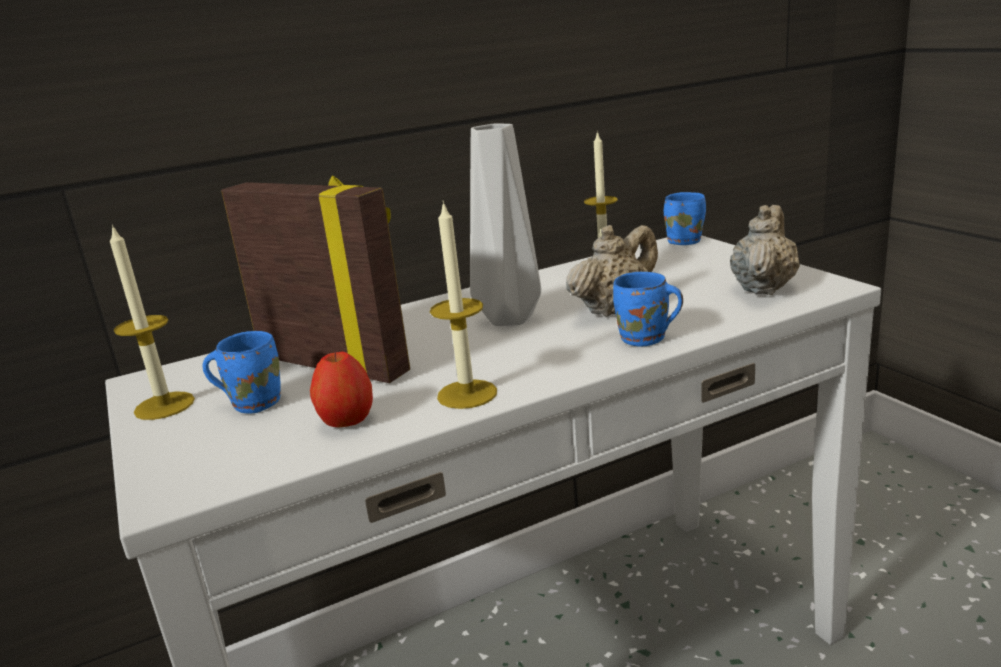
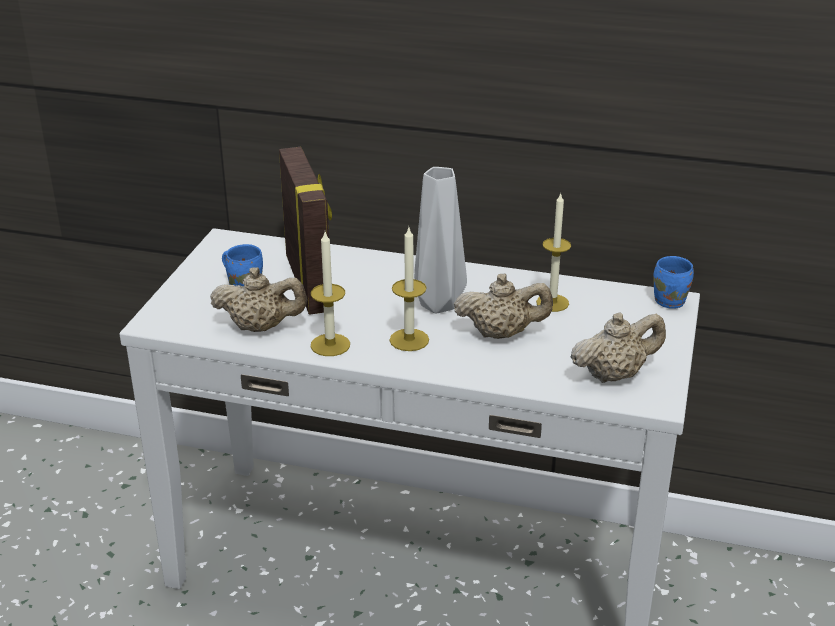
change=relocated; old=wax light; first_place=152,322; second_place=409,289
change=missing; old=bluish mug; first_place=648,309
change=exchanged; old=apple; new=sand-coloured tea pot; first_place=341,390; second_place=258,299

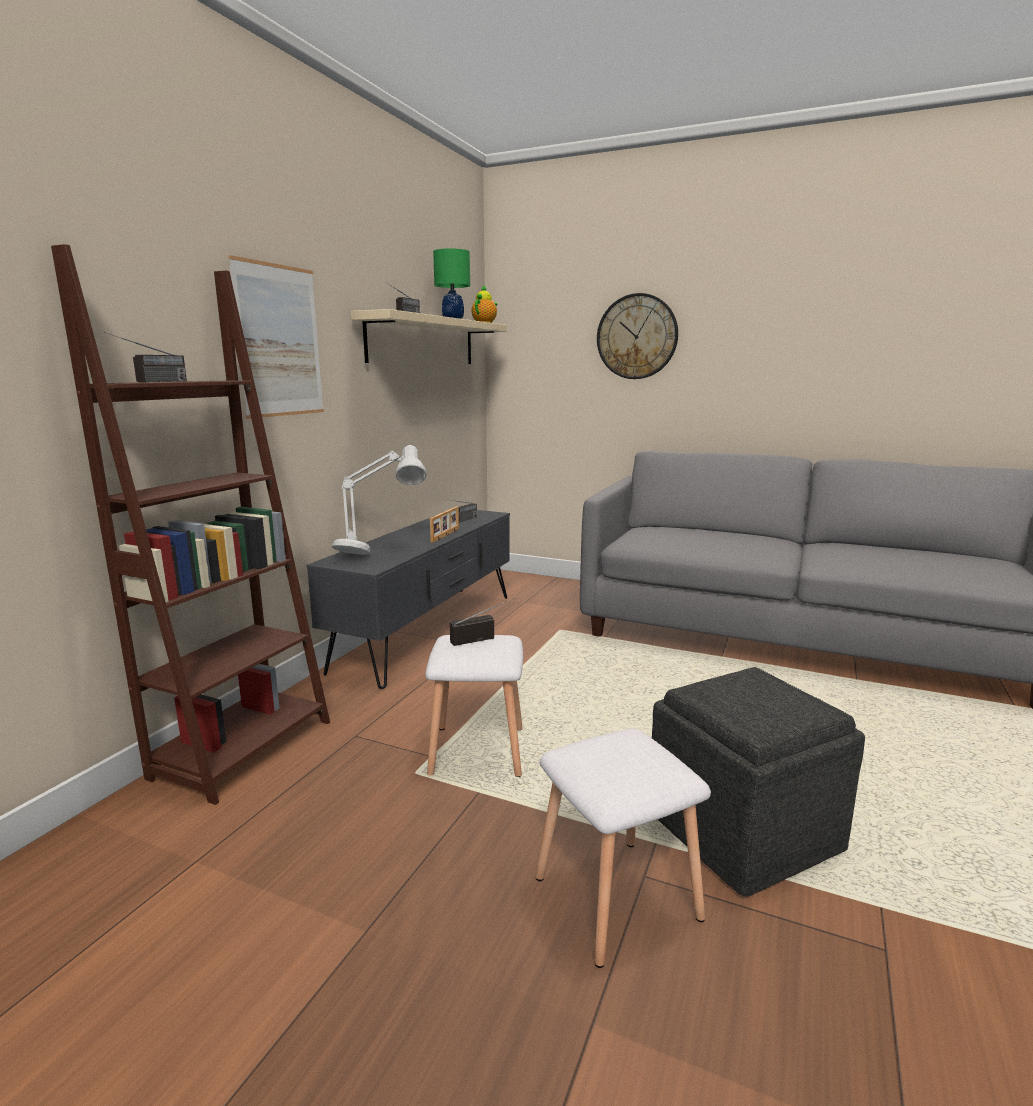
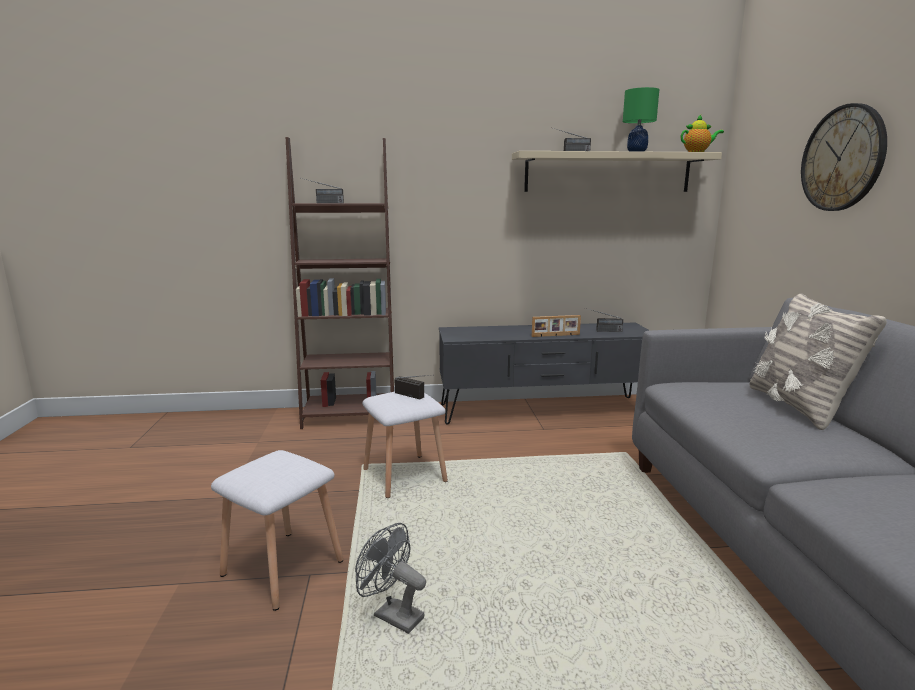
change=missing; old=picture; first_place=276,337
change=missing; old=gray tabletop lamp; first_place=379,500
change=exchanged; old=gray ottoman; new=gray cooling fan; first_place=758,781; second_place=390,578
change=appeared; new=sand-coloured pillow; second_place=818,361

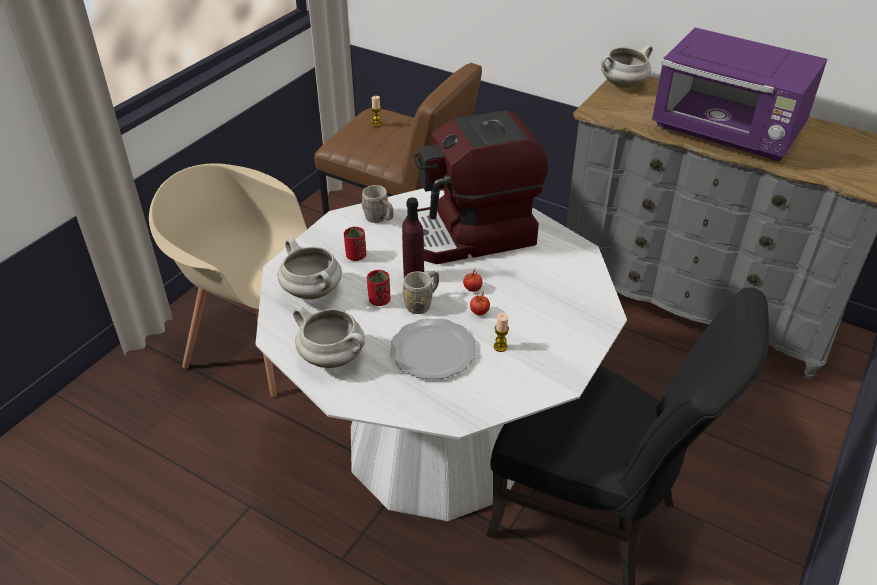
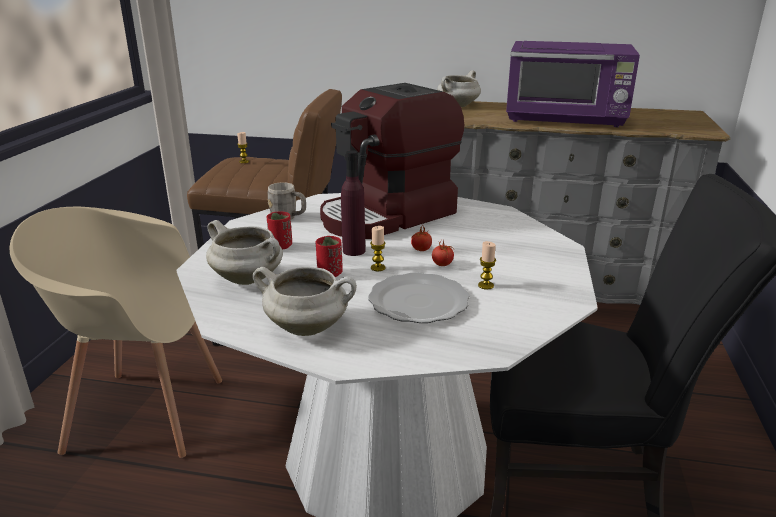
change=exchanged; old=gray mug; new=wax light; first_place=421,292; second_place=378,248

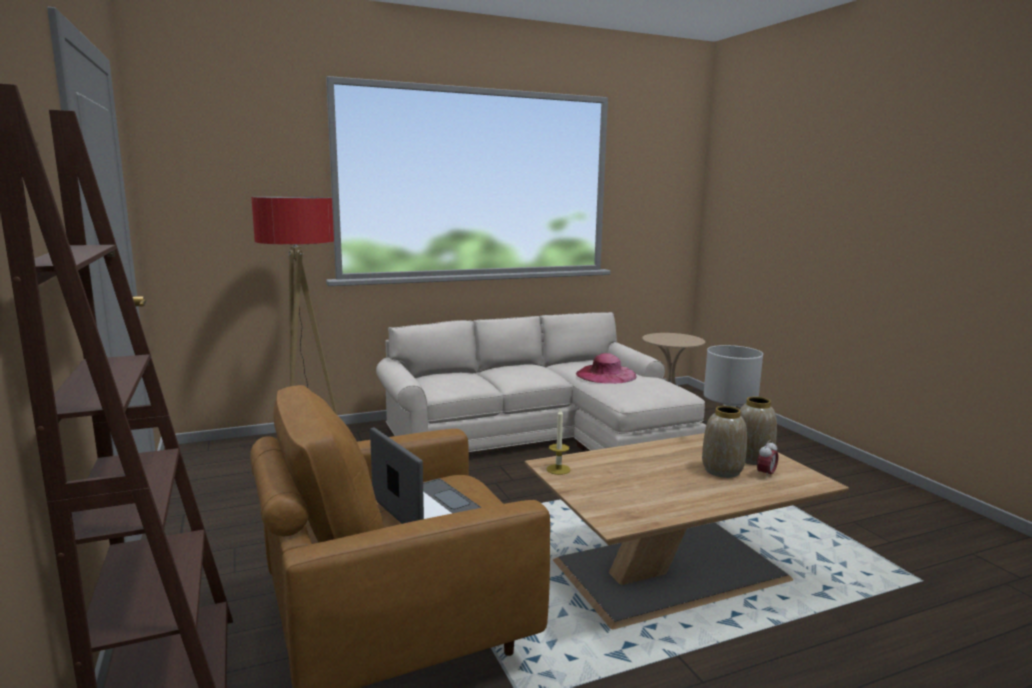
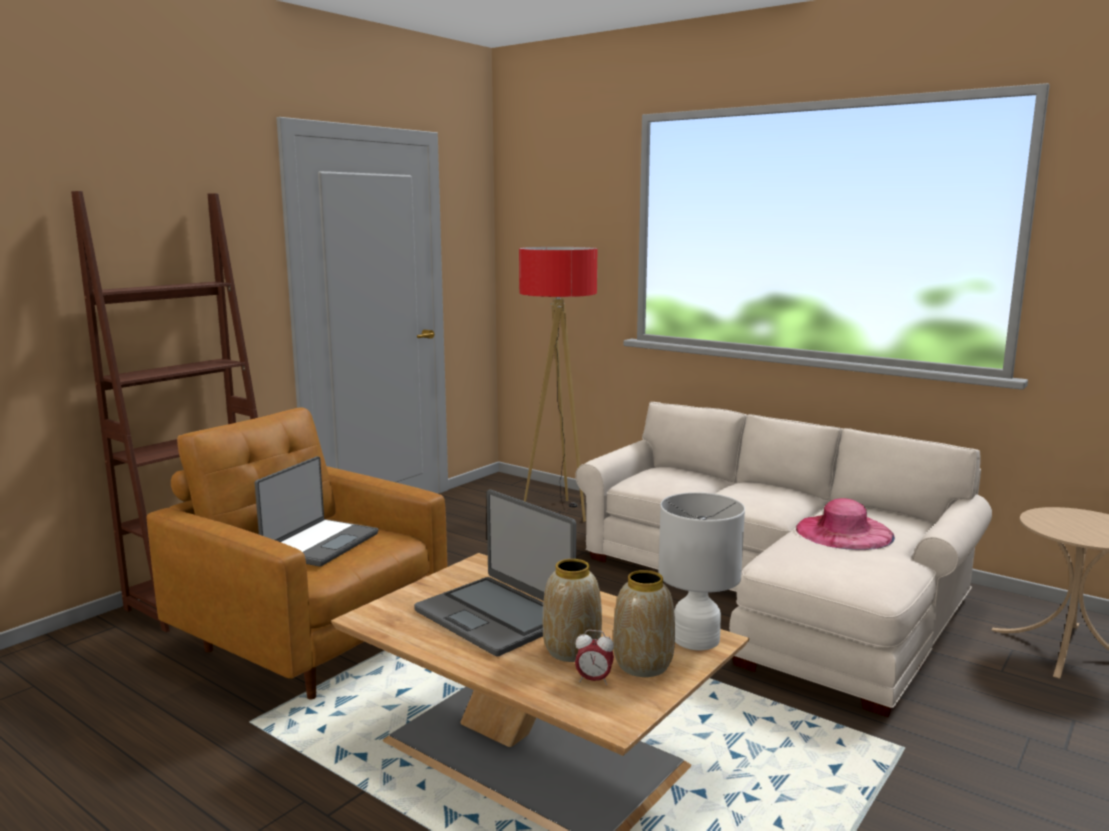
change=missing; old=wax light; first_place=558,441
change=appeared; new=portable computer; second_place=495,573

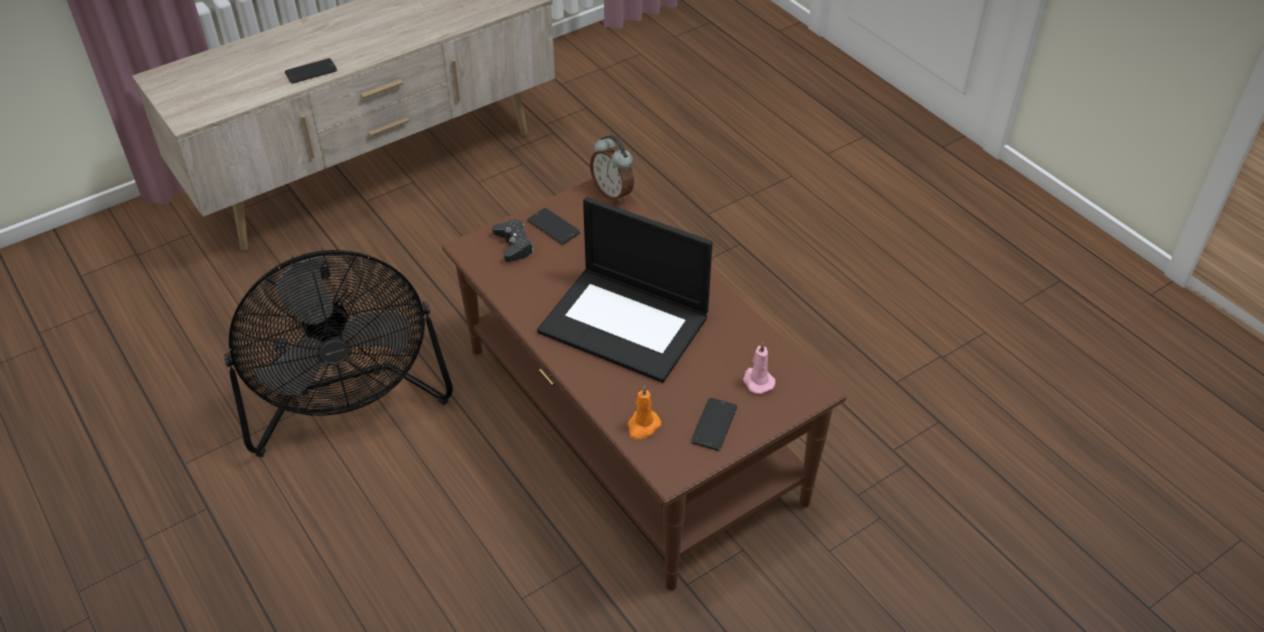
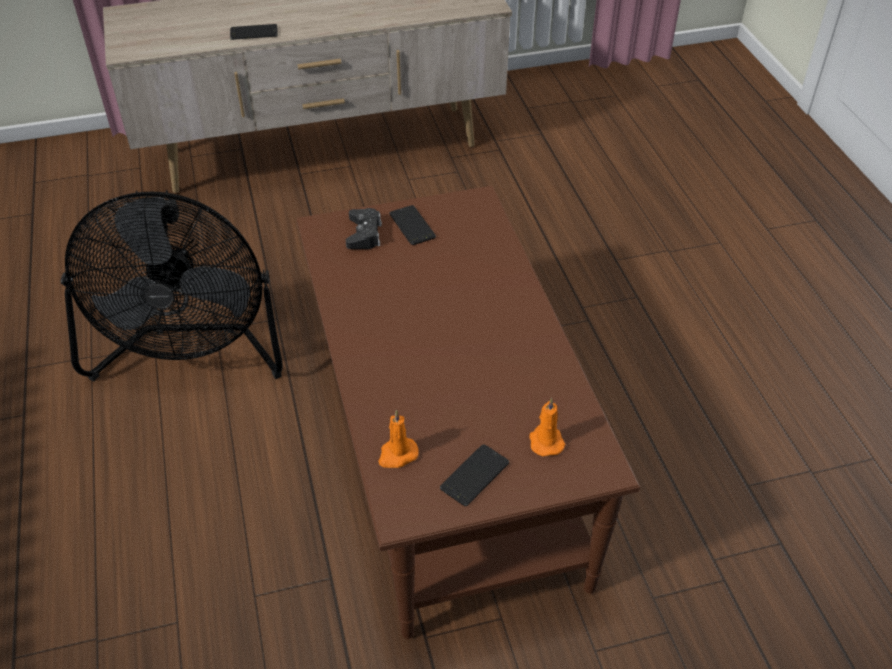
change=missing; old=bedside clock; first_place=612,169
change=missing; old=portable computer; first_place=625,290
change=colour; old=pink wax light; new=orange-coloured wax light; first_place=759,368; second_place=547,427

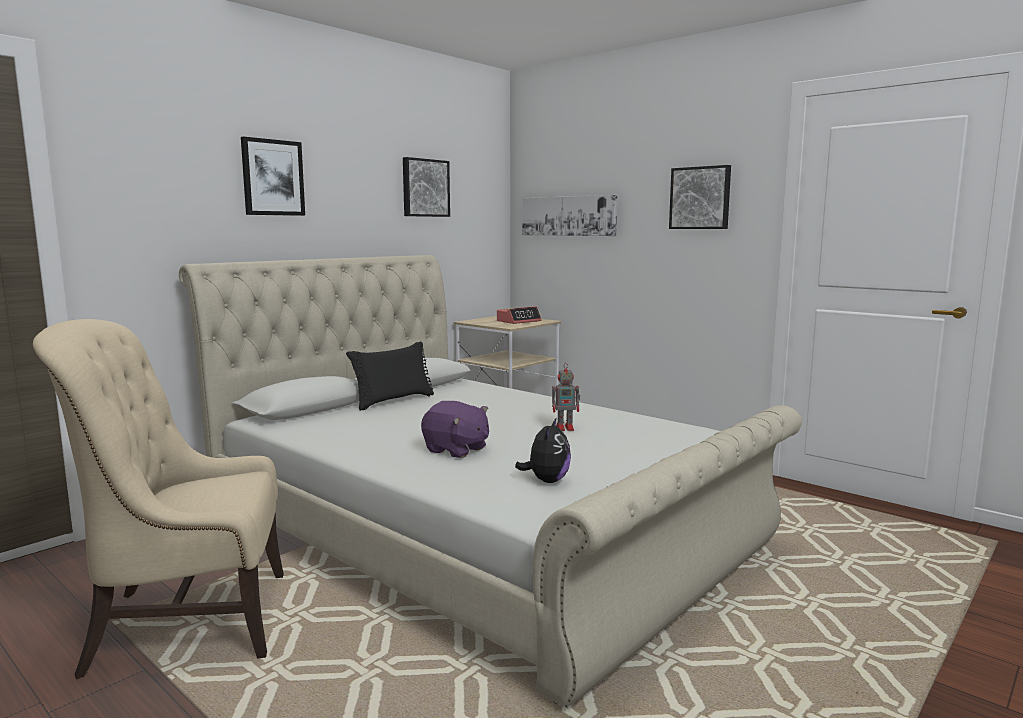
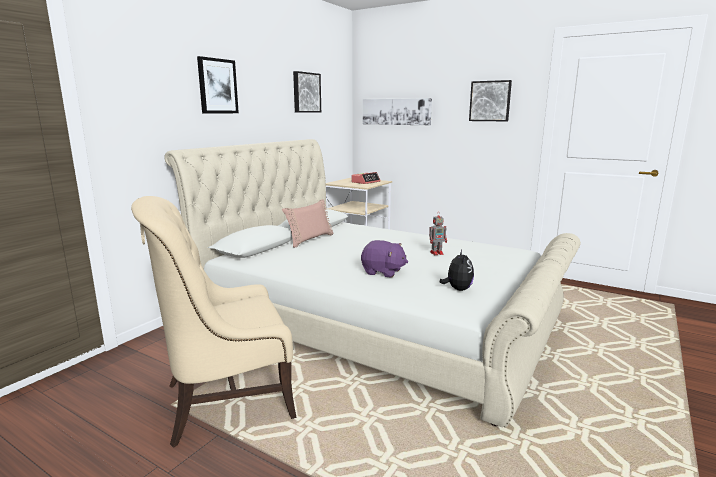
change=colour; old=black pillow; new=sand-coloured pillow; first_place=390,376; second_place=307,223

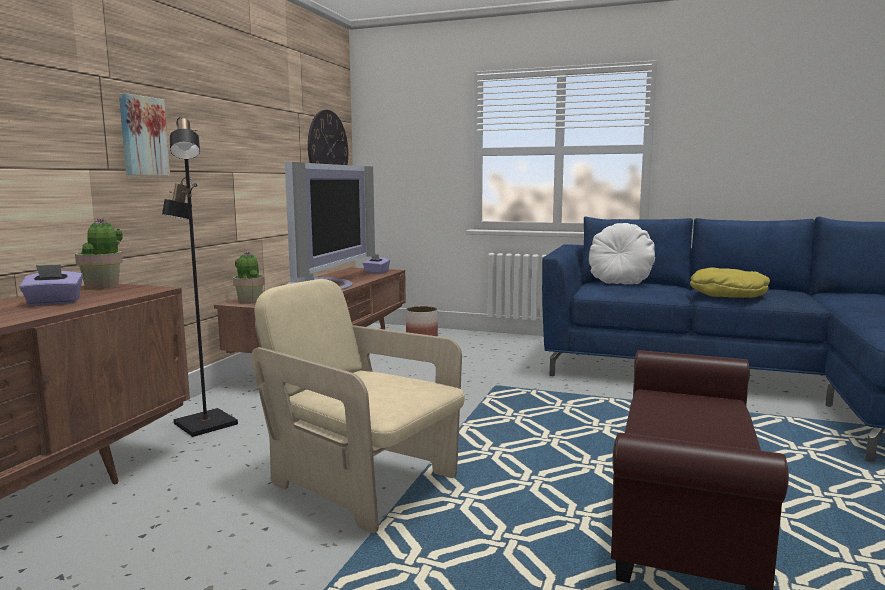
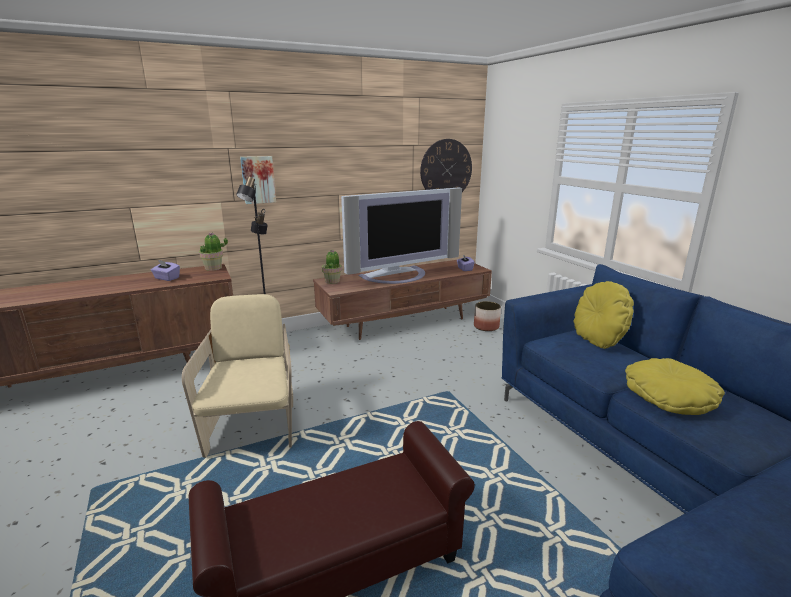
change=colour; old=white-coloured pillow; new=yellowish pillow; first_place=622,254; second_place=603,315

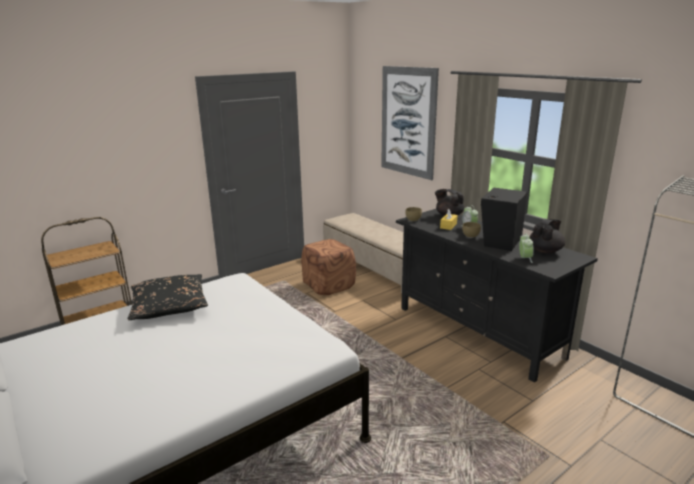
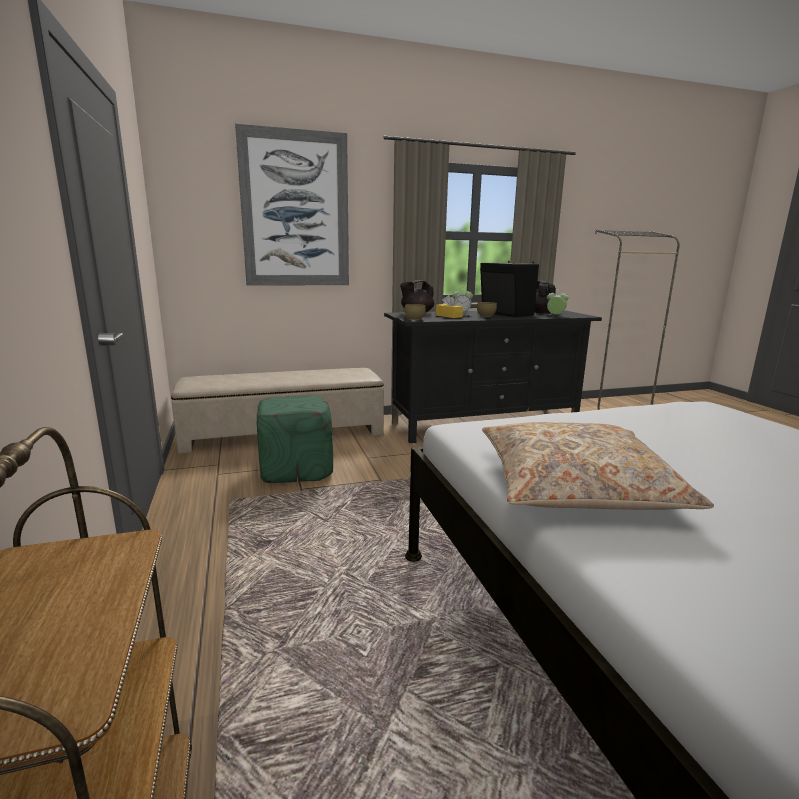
change=colour; old=brown ottoman; new=green ottoman; first_place=328,267; second_place=295,439
change=colour; old=black pillow; new=sand-coloured pillow; first_place=167,297; second_place=598,466

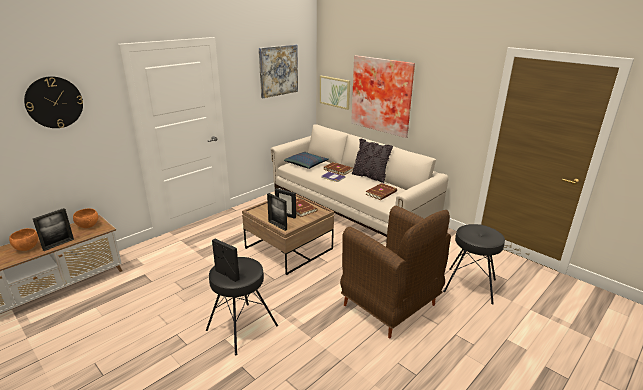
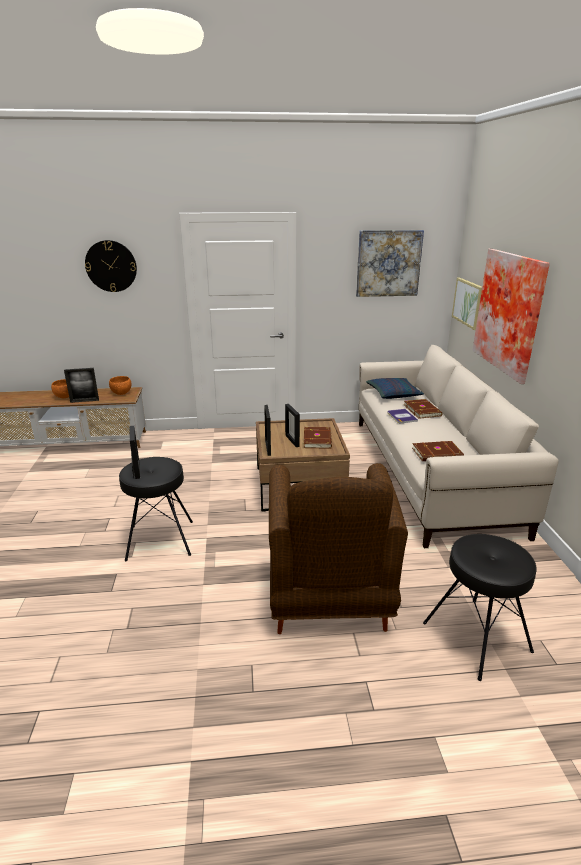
change=missing; old=black pillow; first_place=372,160

